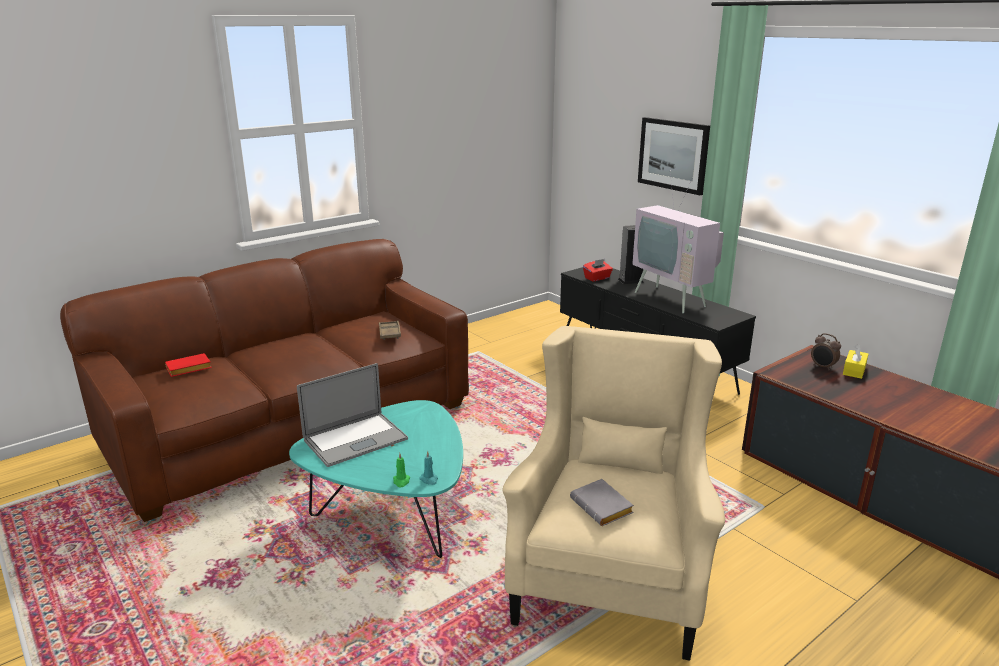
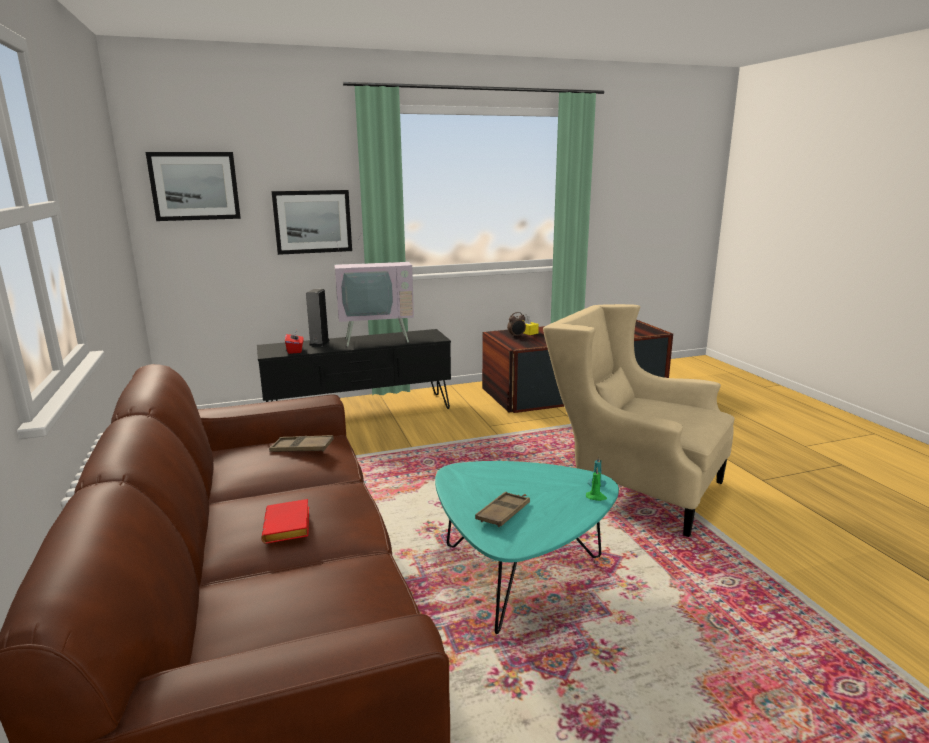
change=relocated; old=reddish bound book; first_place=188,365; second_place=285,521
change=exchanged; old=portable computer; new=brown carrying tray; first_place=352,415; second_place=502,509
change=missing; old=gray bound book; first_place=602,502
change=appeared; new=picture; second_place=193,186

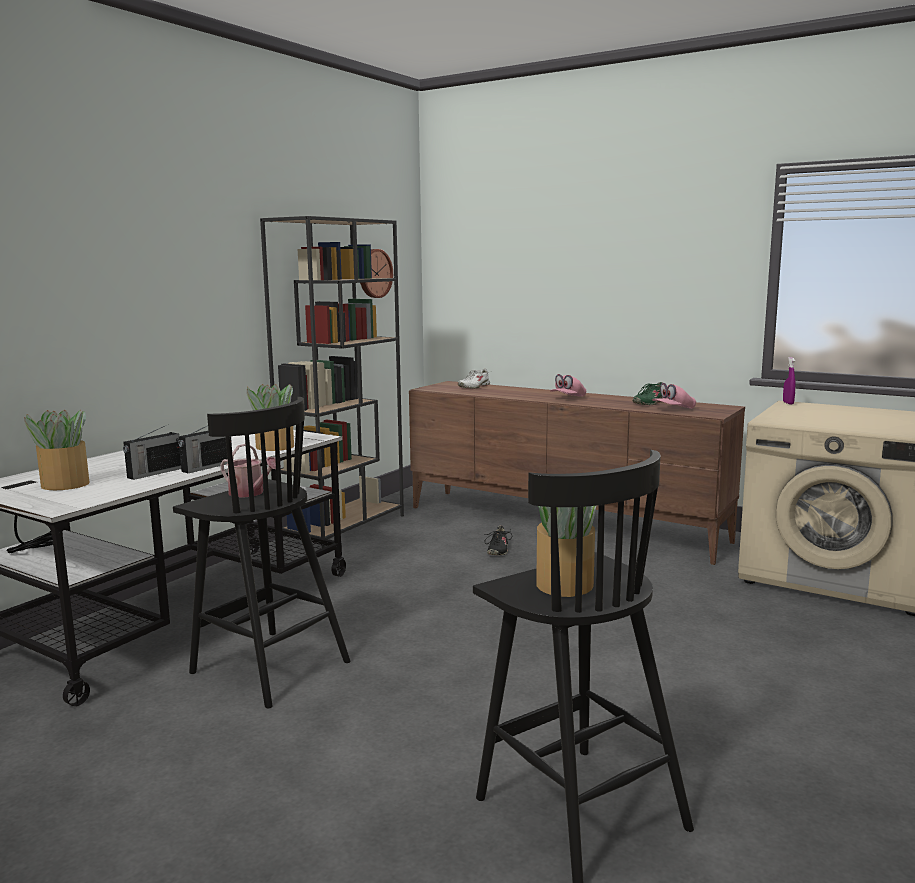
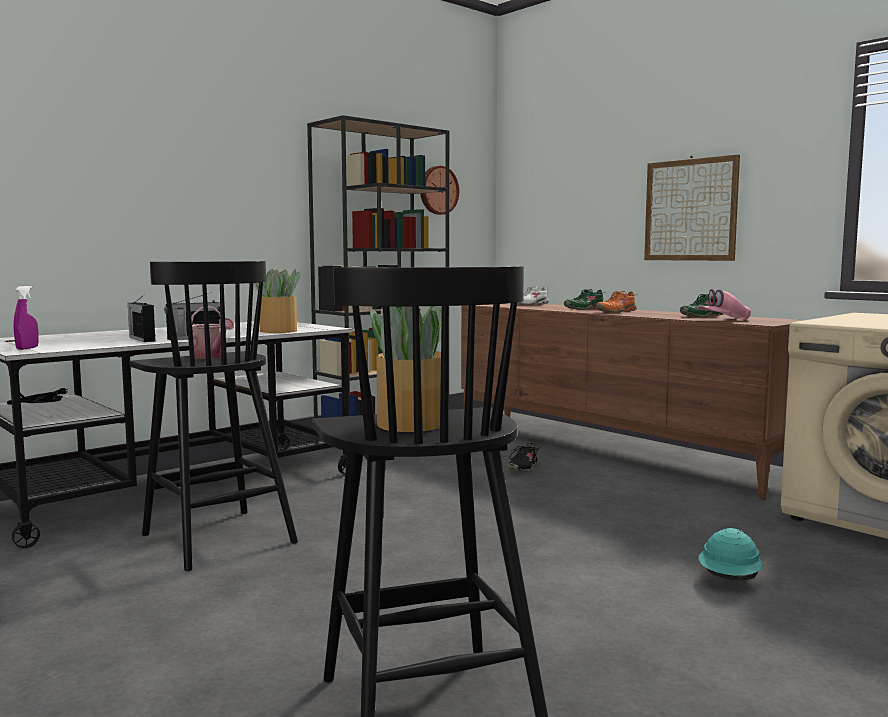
change=relocated; old=purplish sprayer; first_place=789,381; second_place=26,318
change=exchanged; old=pink baseball cap; new=orange-coloured low shoe; first_place=568,385; second_place=617,302
change=missing; old=potted plant; first_place=57,450
change=spun; old=radio receiver; first_place=152,453; second_place=141,318; degrees=90
change=appeared; new=picture; second_place=692,208
change=appeared; new=green low shoe; second_place=585,299
change=appeared; new=turquoise-coloured work helmet; second_place=730,554

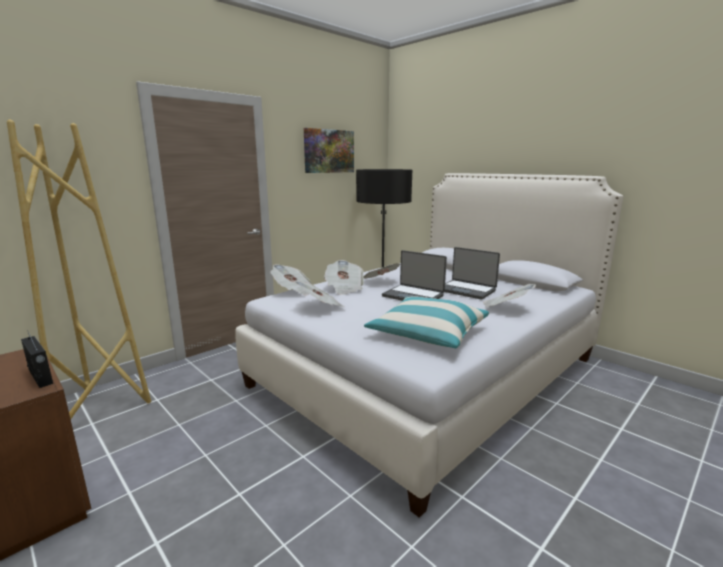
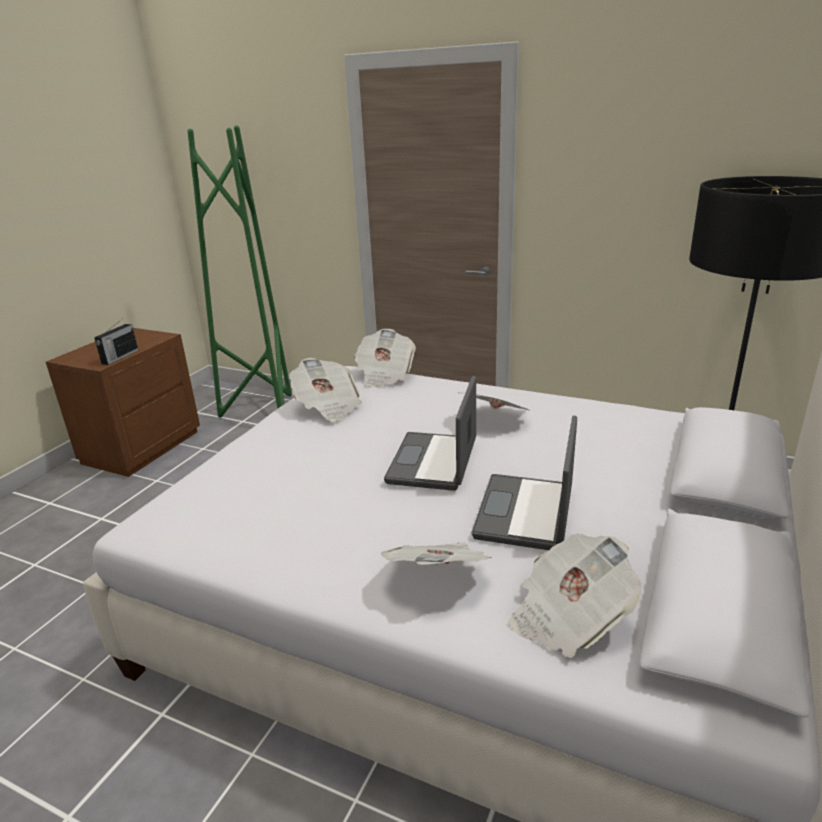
change=colour; old=yellowish clothes rack; new=green clothes rack; first_place=79,269; second_place=240,271
change=missing; old=picture; first_place=329,150
change=relocated; old=daily paper; first_place=344,277; second_place=574,595
change=missing; old=pillow; first_place=426,322

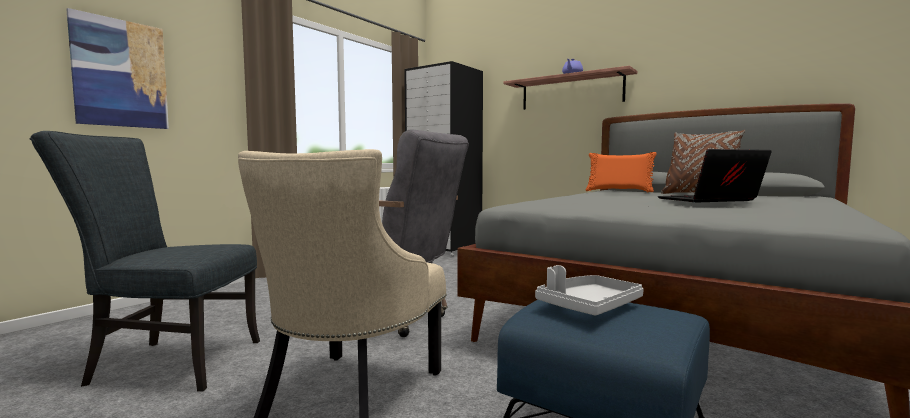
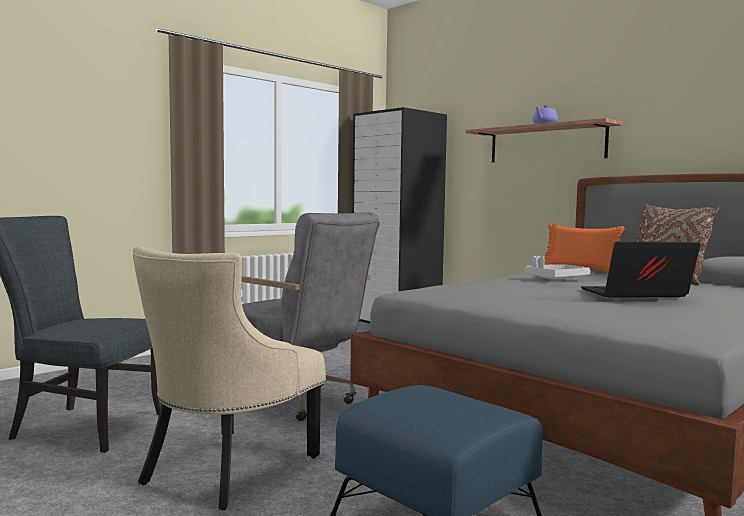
change=missing; old=picture; first_place=117,68
change=relocated; old=gray carrying tray; first_place=589,290; second_place=557,267

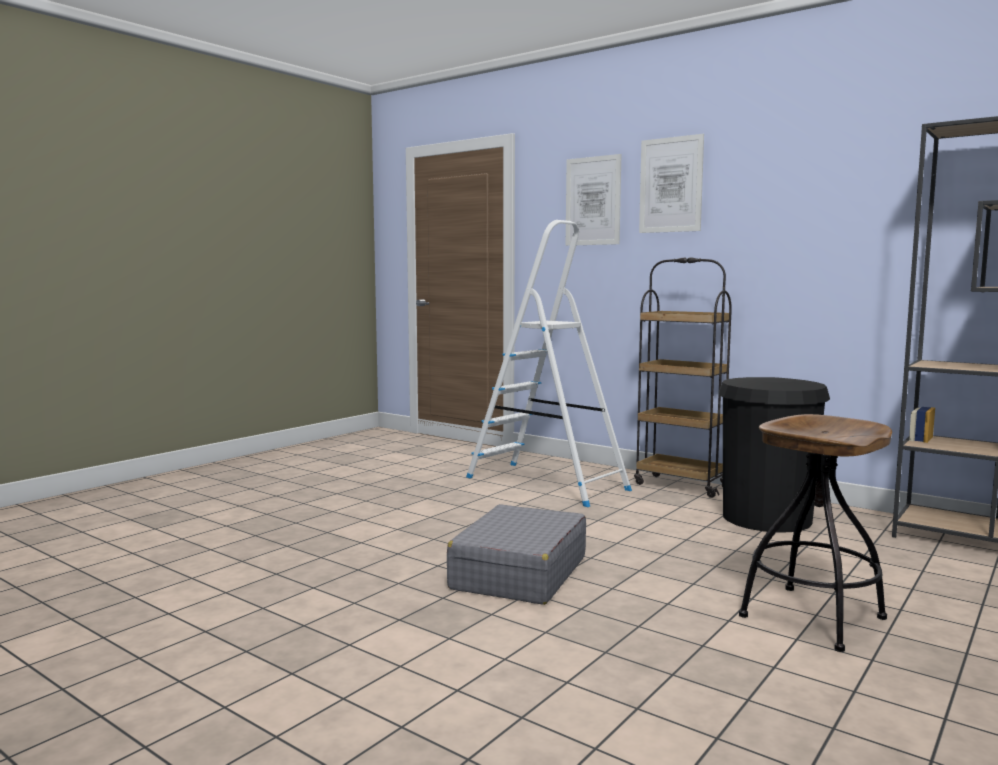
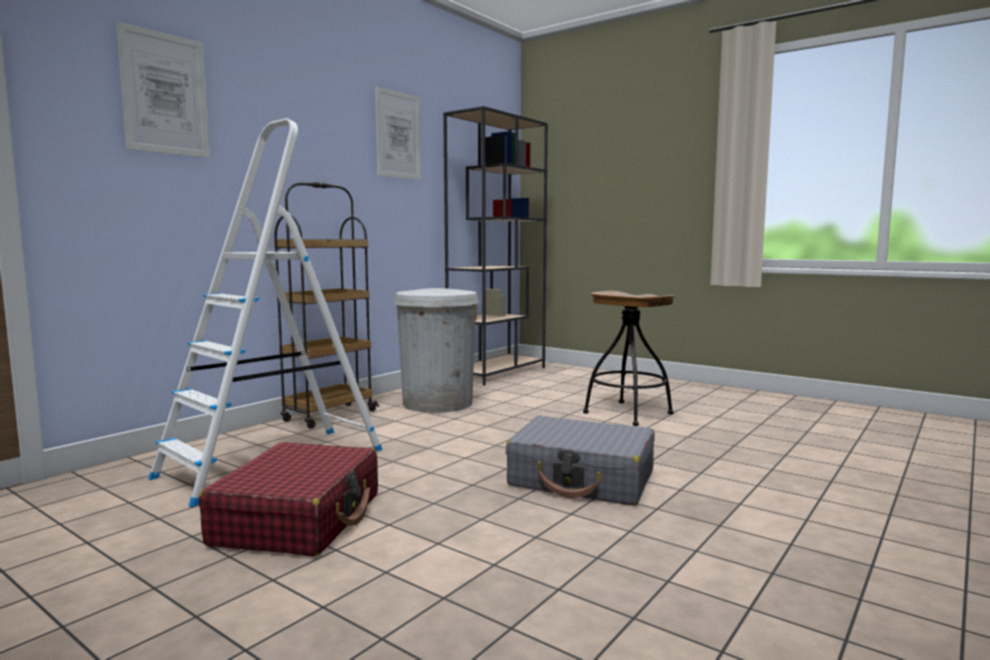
change=relocated; old=picture; first_place=671,183; second_place=398,133
change=colour; old=black waste bin; new=white-coloured waste bin; first_place=774,455; second_place=436,350
change=appeared; new=reddish suitcase; second_place=288,499

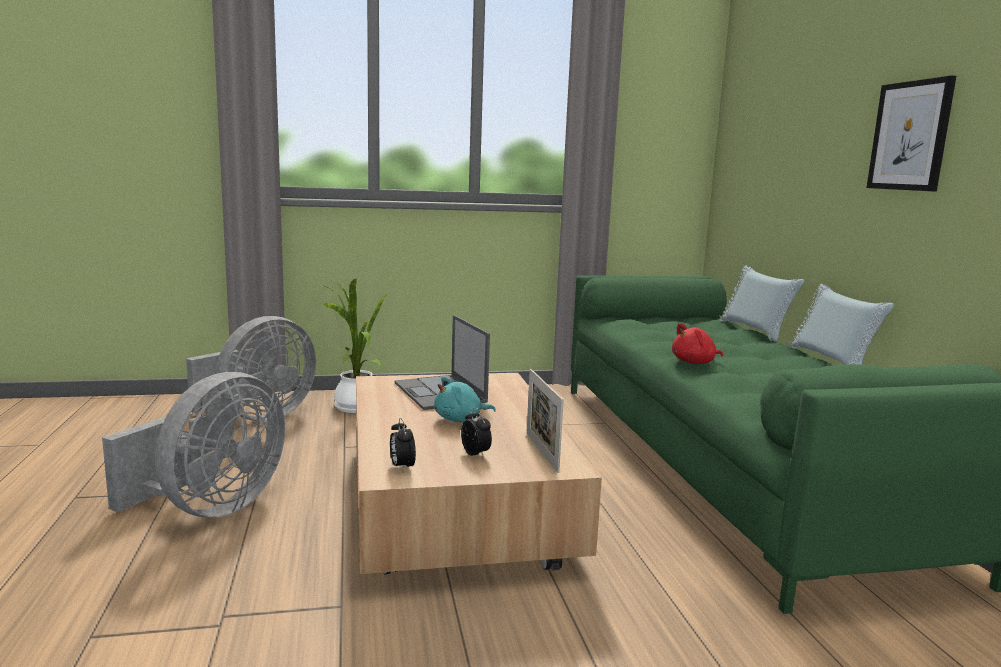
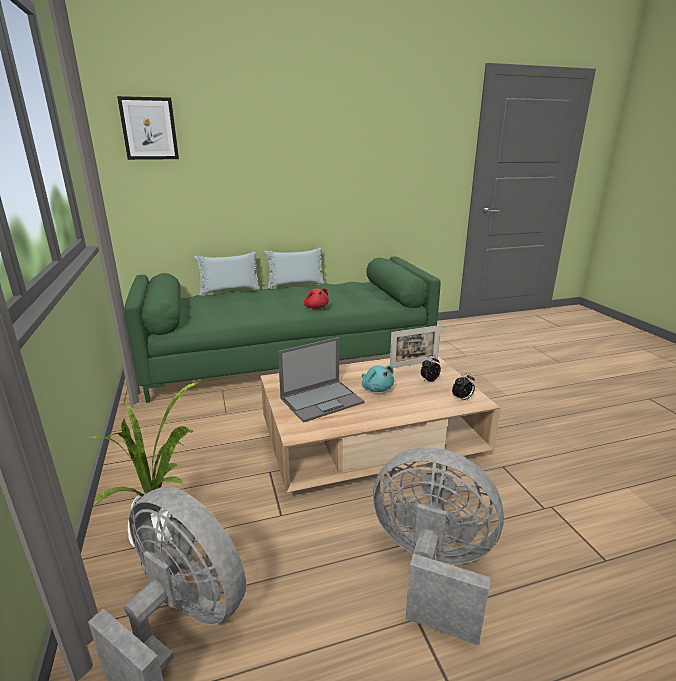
change=relocated; old=picture; first_place=911,133; second_place=148,128

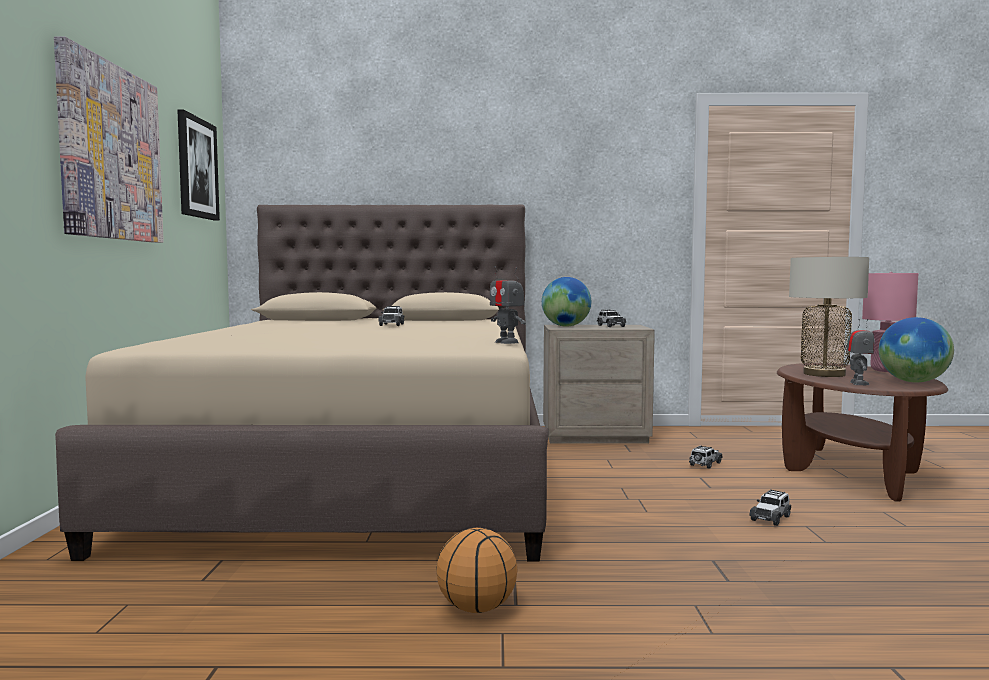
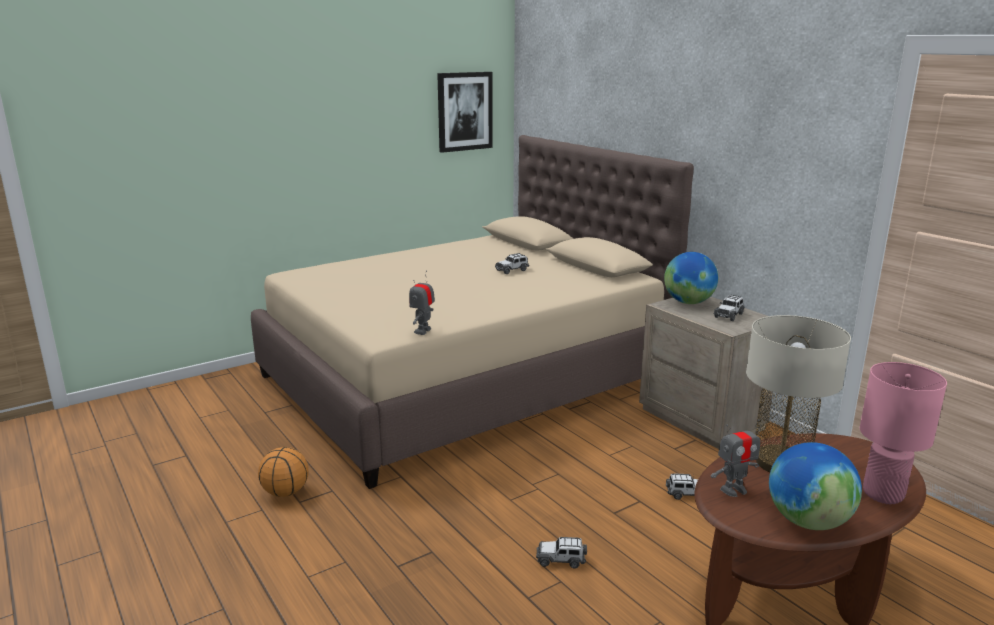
change=missing; old=picture; first_place=109,139

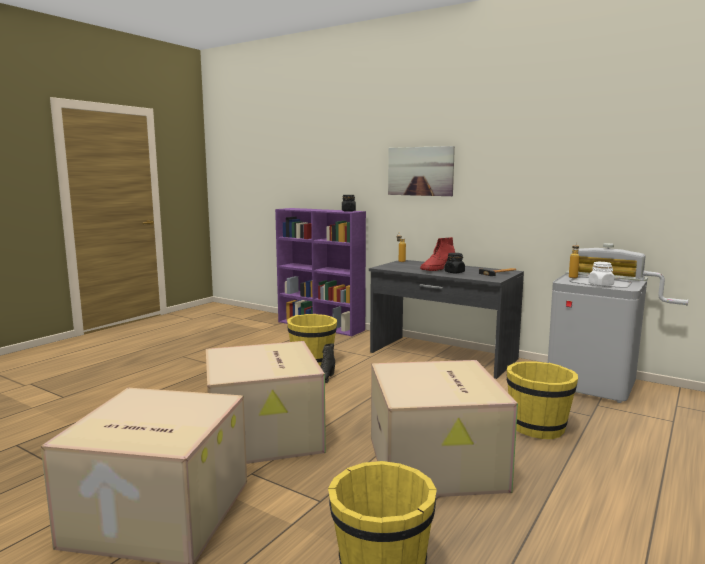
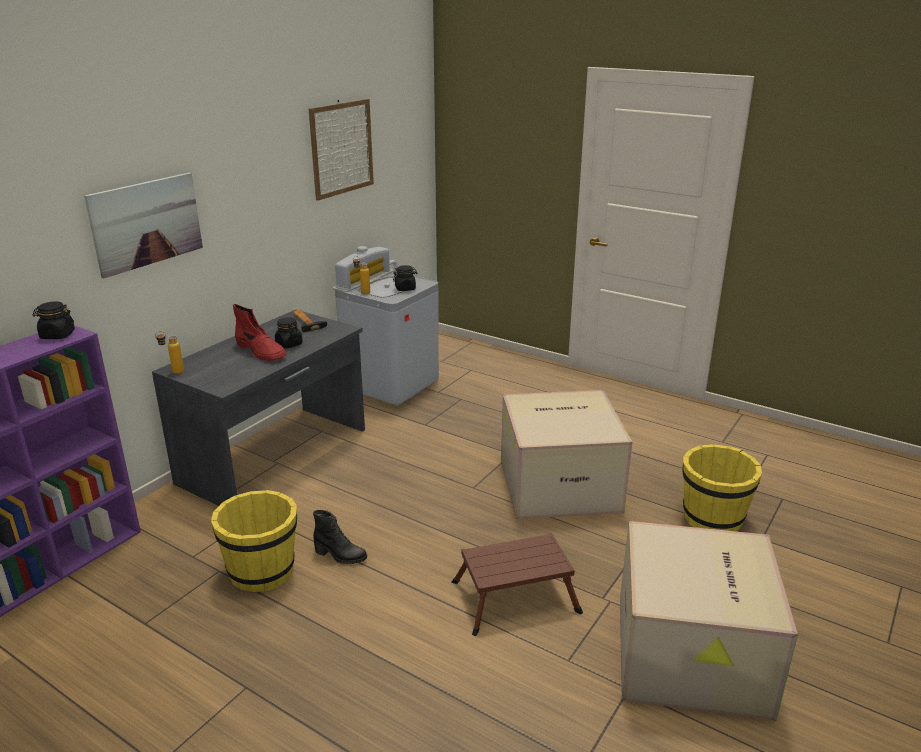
change=colour; old=white-coloured jar; new=black jar; first_place=601,274; second_place=405,278
change=exchanged; old=cardboard box; new=brown step stool; first_place=266,402; second_place=517,584
change=missing; old=yellowish bucket; first_place=542,400
change=appeared; new=picture; second_place=341,150

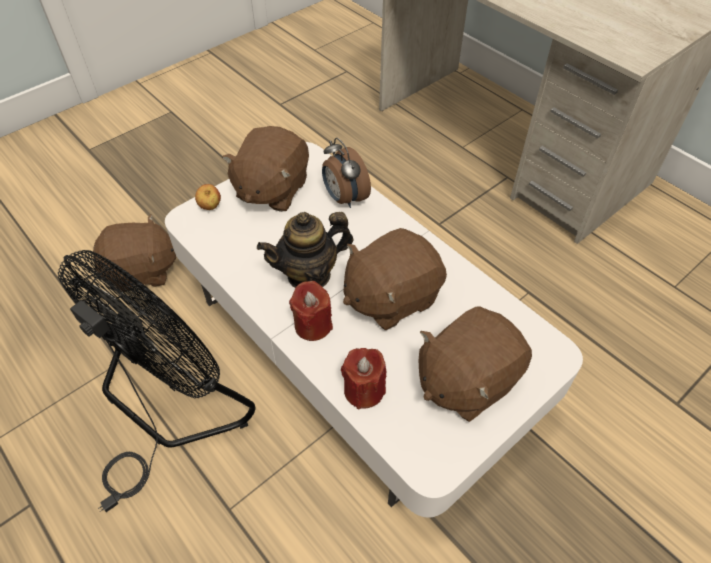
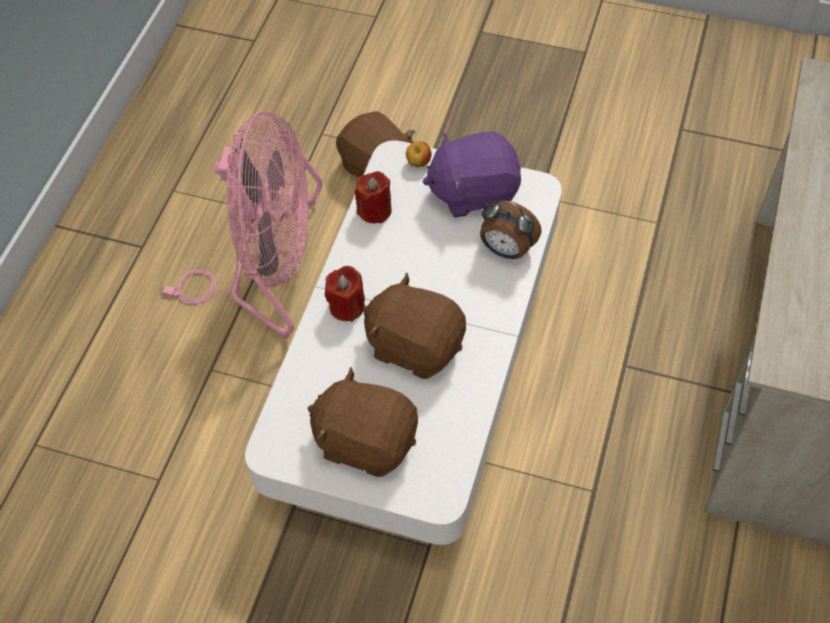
change=colour; old=brown cuddly toy; new=purplish cuddly toy; first_place=265,169; second_place=472,174
change=spun; old=bedside clock; first_place=346,173; second_place=510,229; degrees=-90
change=missing; old=tea pot; first_place=305,250
change=colour; old=black cooling fan; new=pink cooling fan; first_place=156,381; second_place=241,225
change=relocated; old=reddish wax light; first_place=363,378; second_place=373,197

